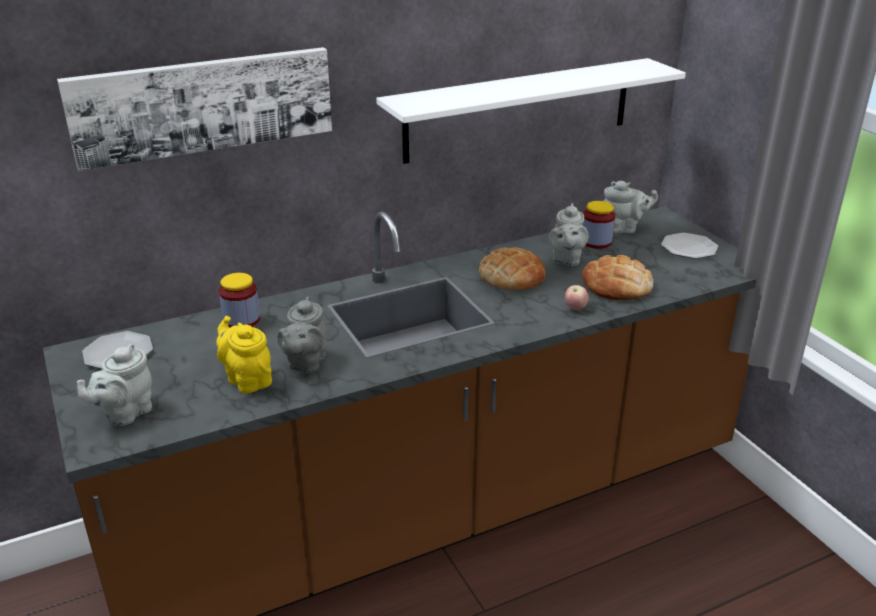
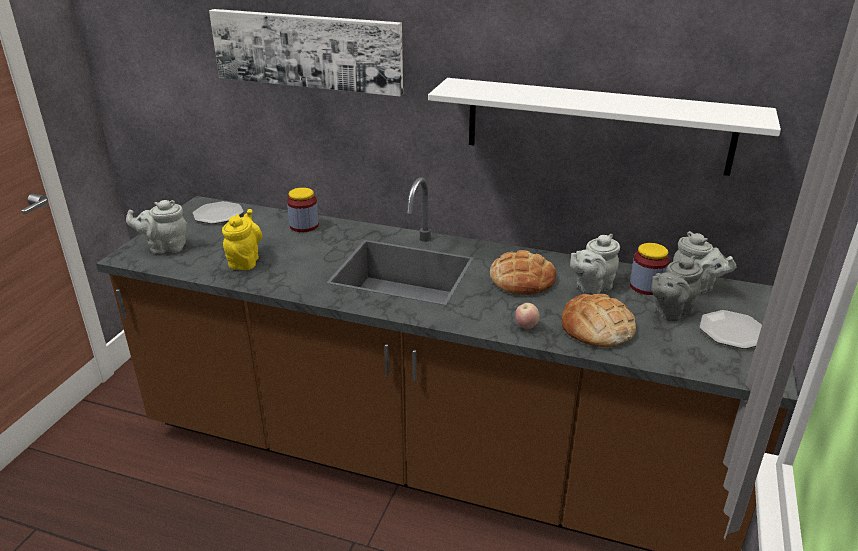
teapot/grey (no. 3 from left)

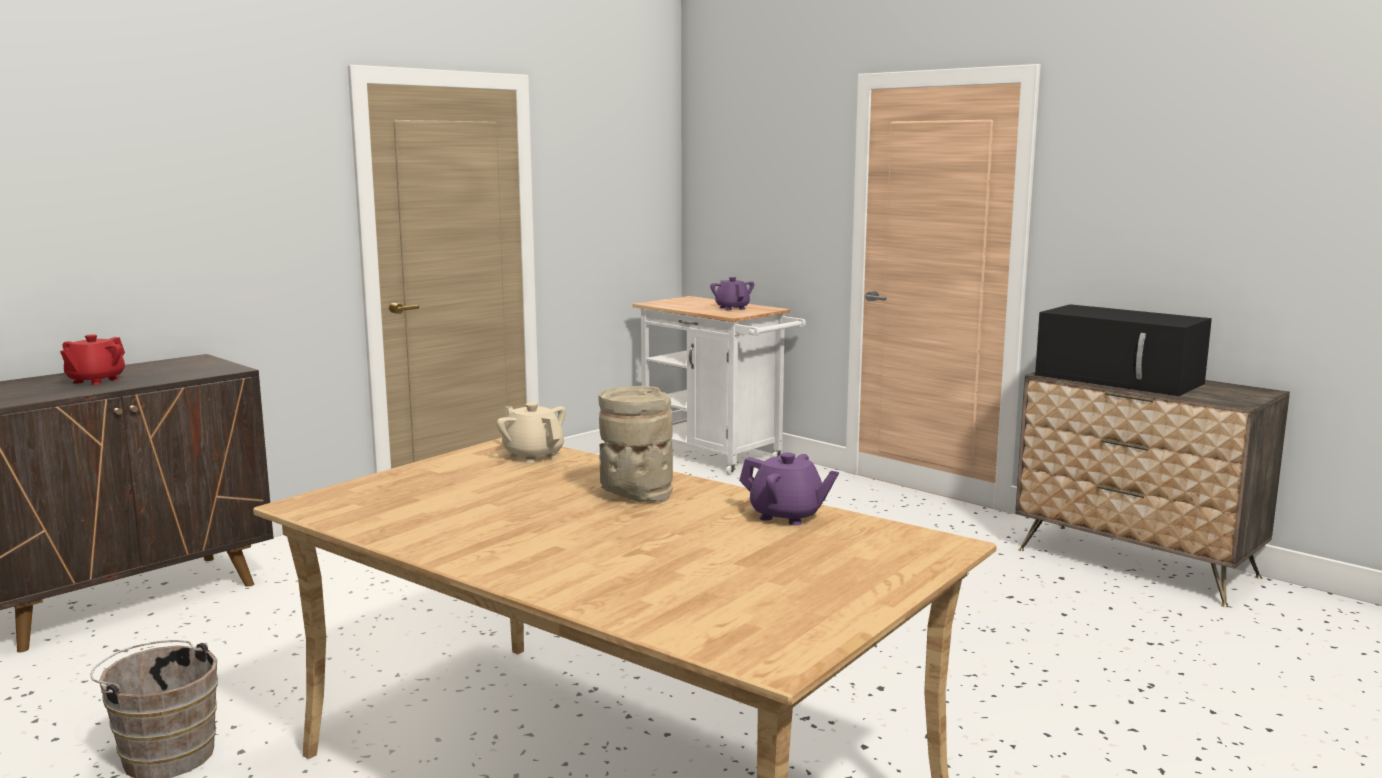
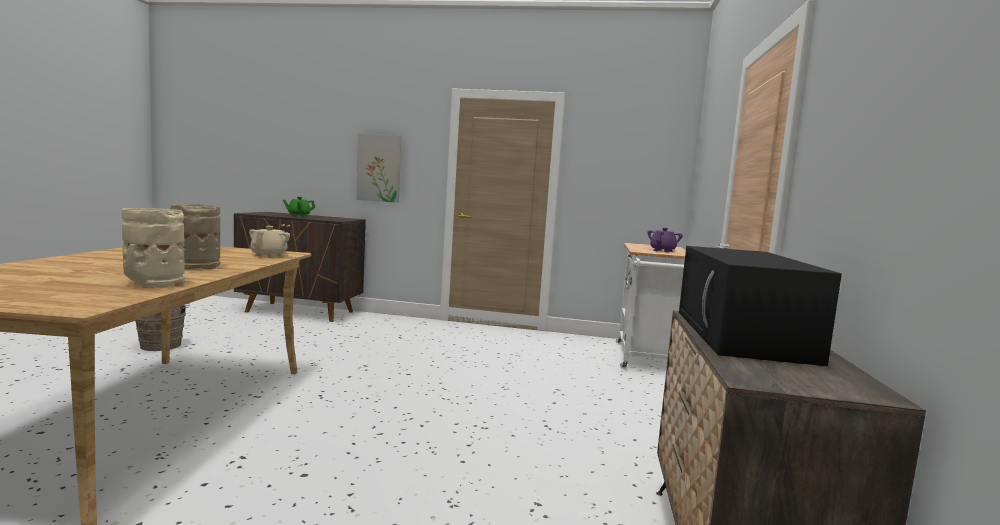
teapot/green; vase/beige (no. 1 from left); picture

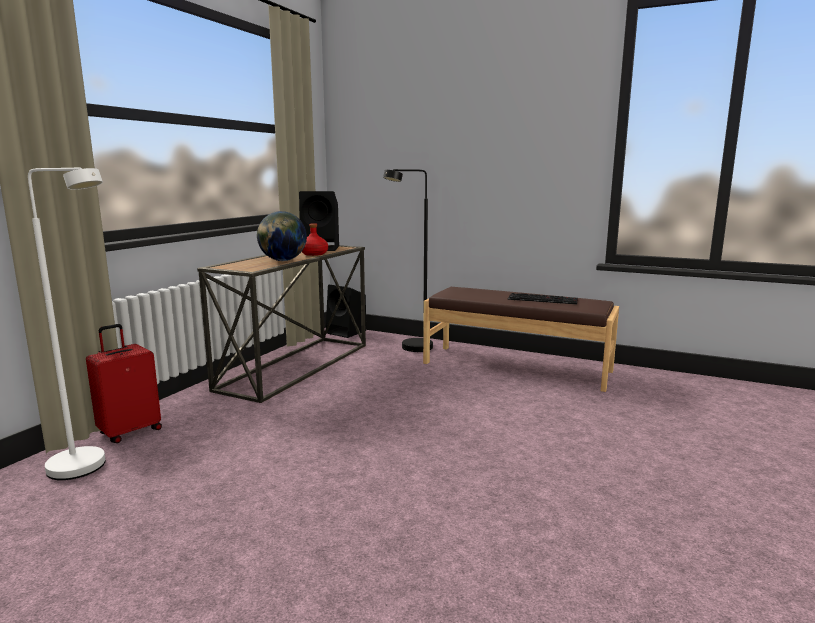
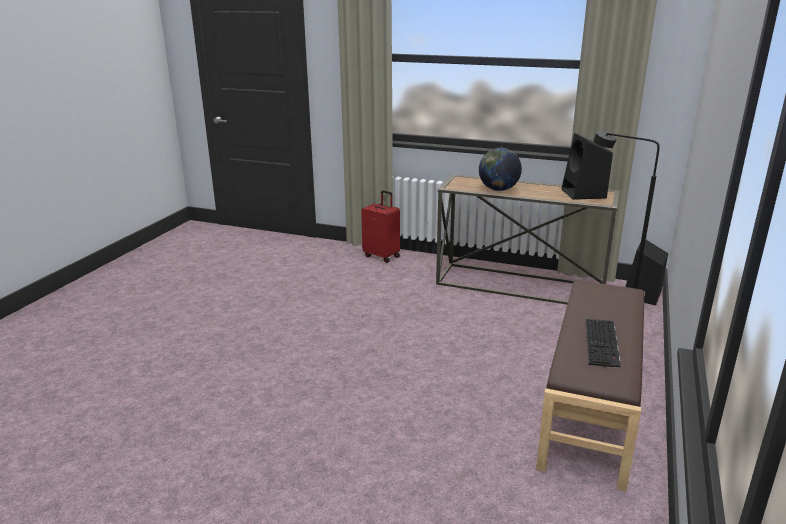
floor lamp/white; bottle/red

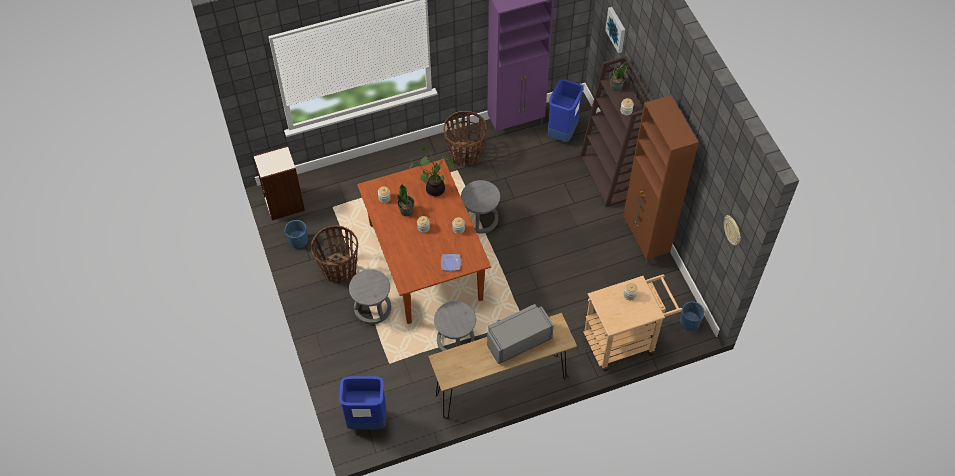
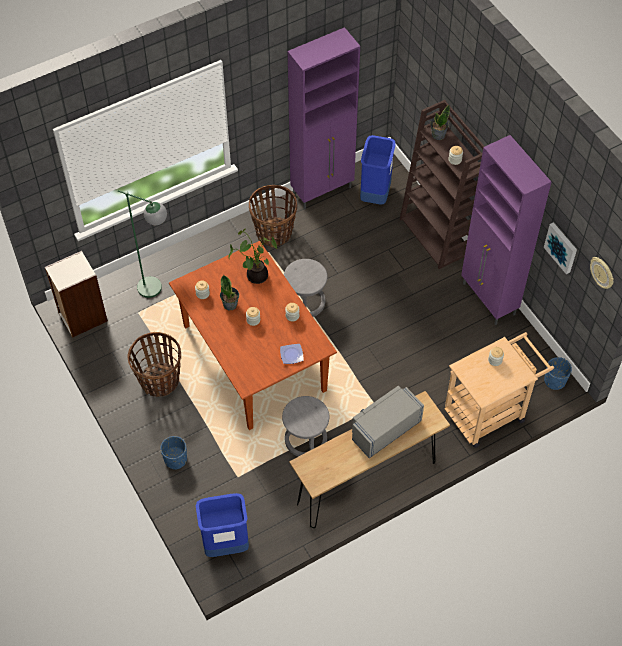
picture; cabinet/purple (no. 2 from left); planter/blue (no. 1 from left); stool/grey (no. 1 from left in the first image); floor lamp/green

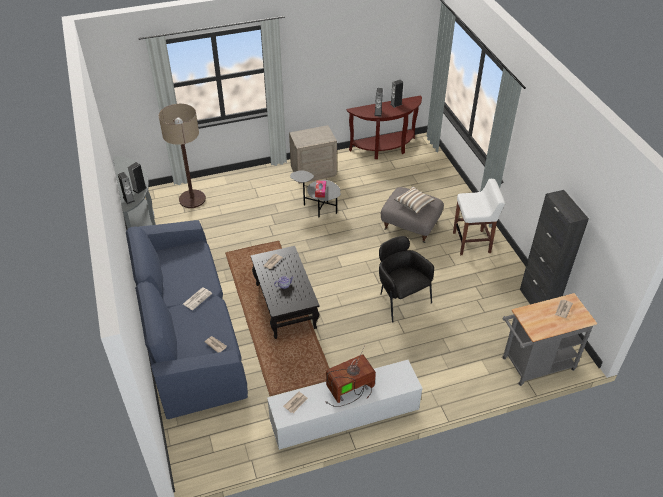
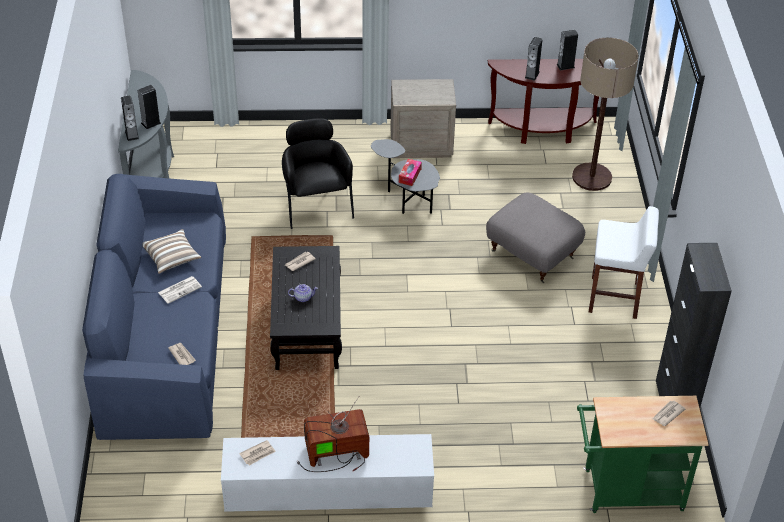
floor lamp; pillow; armchair/black; cart/green

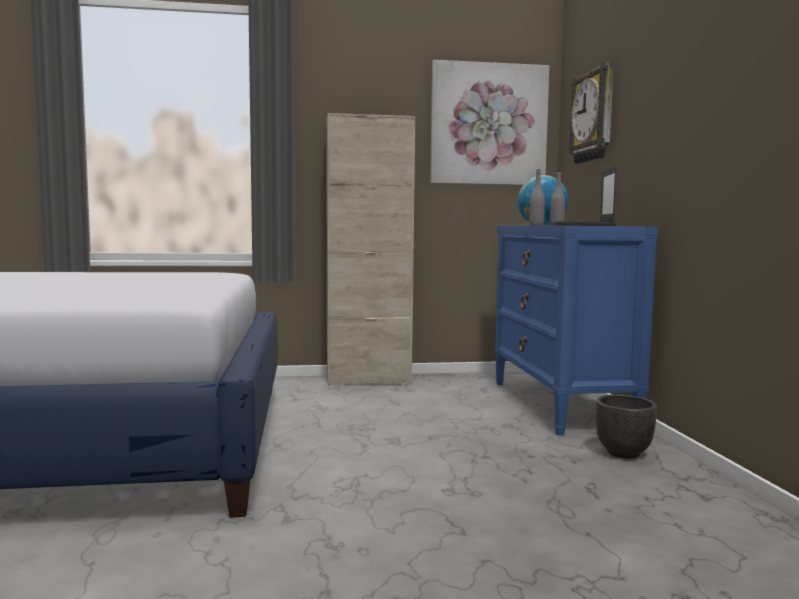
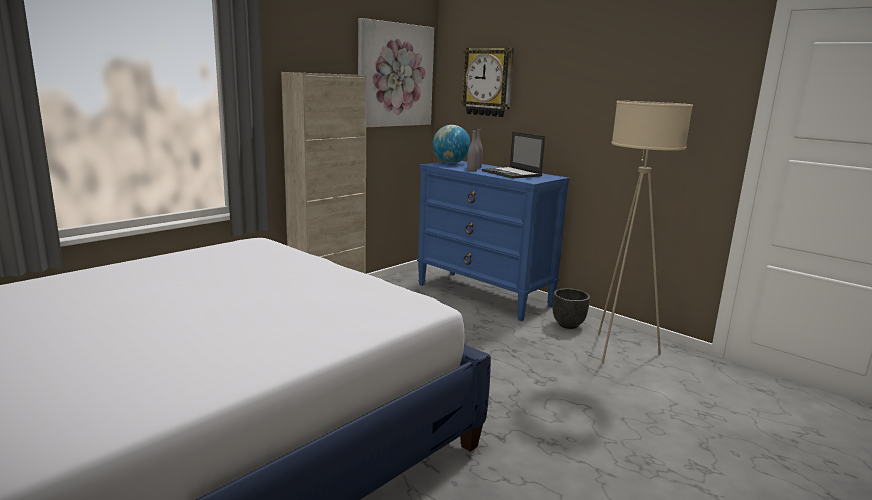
floor lamp/beige

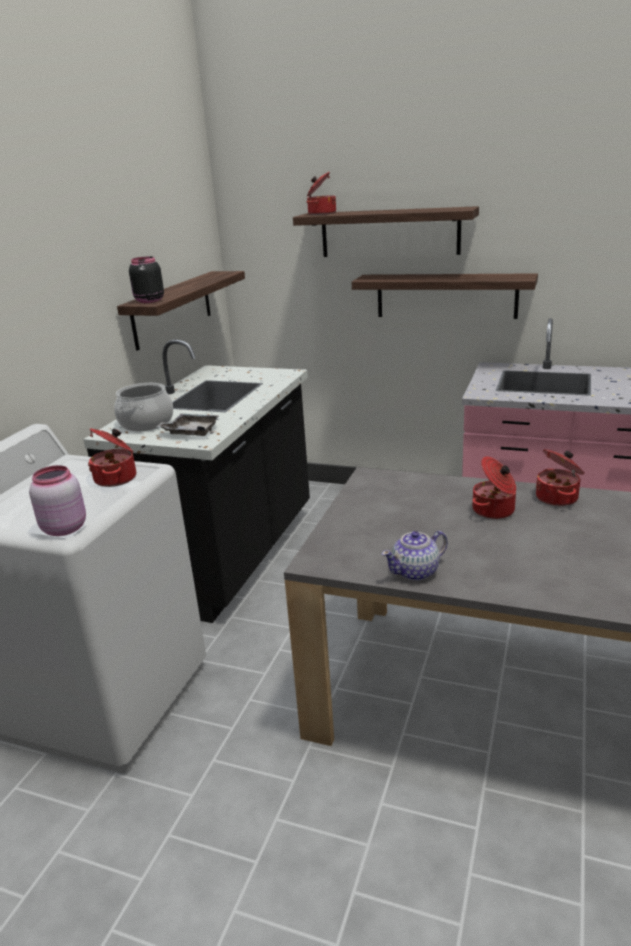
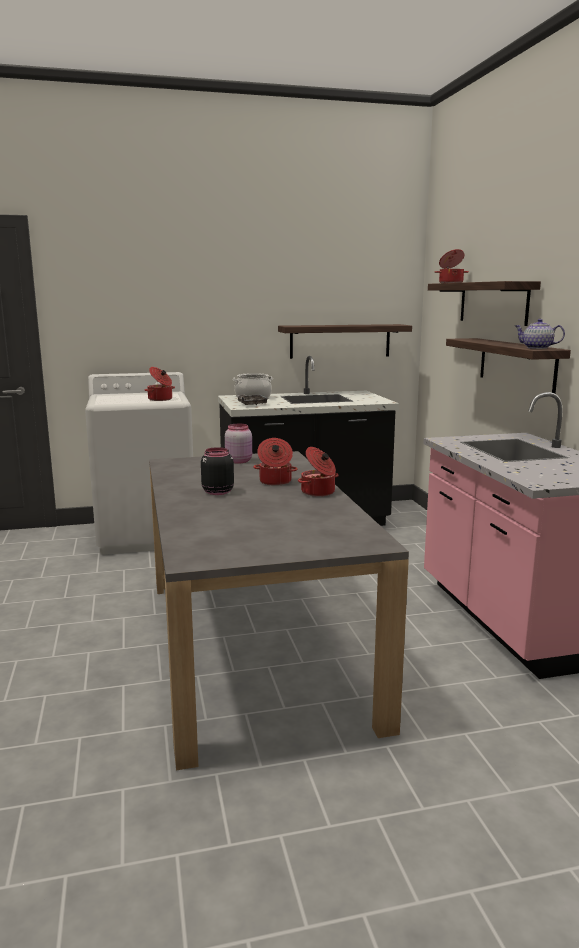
jar/black; jar/pink; teapot

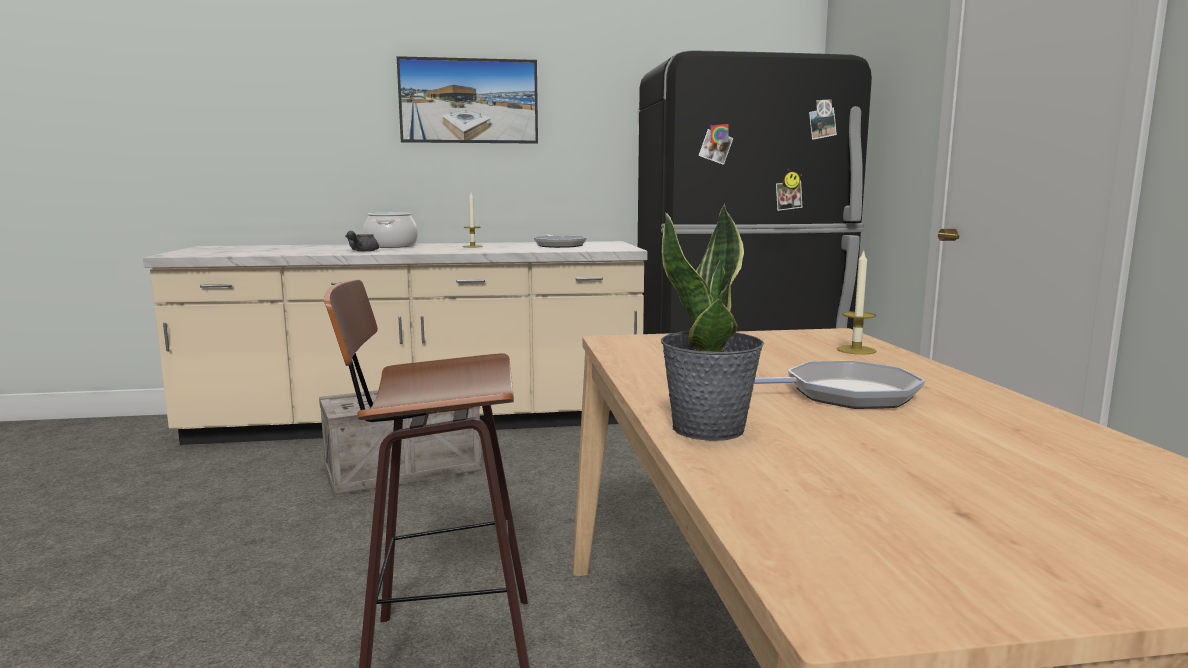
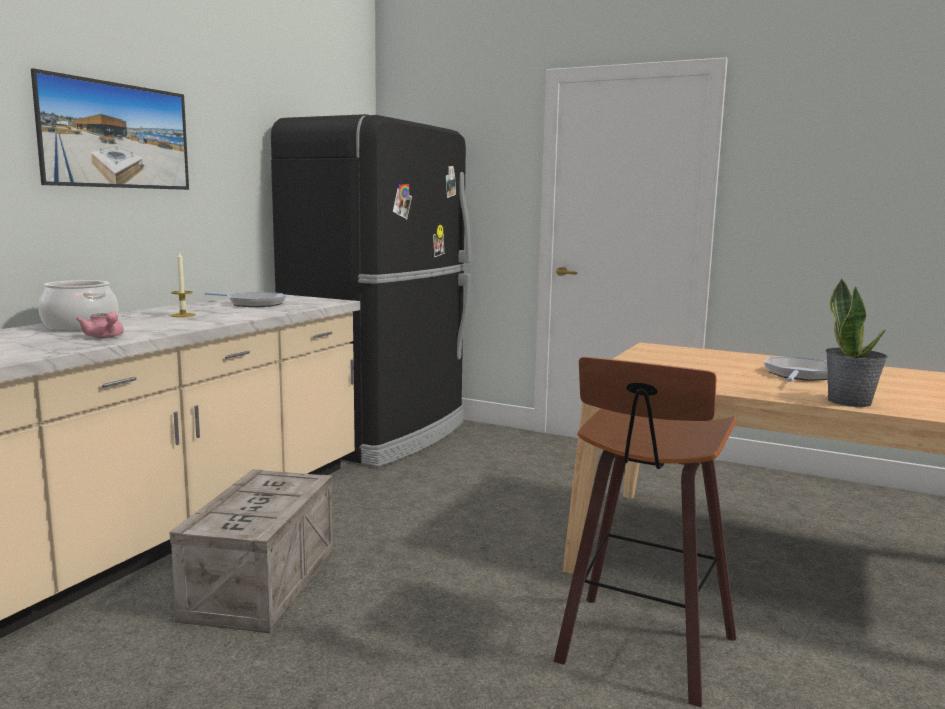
teapot/pink; candle (no. 2 from left in the first image)

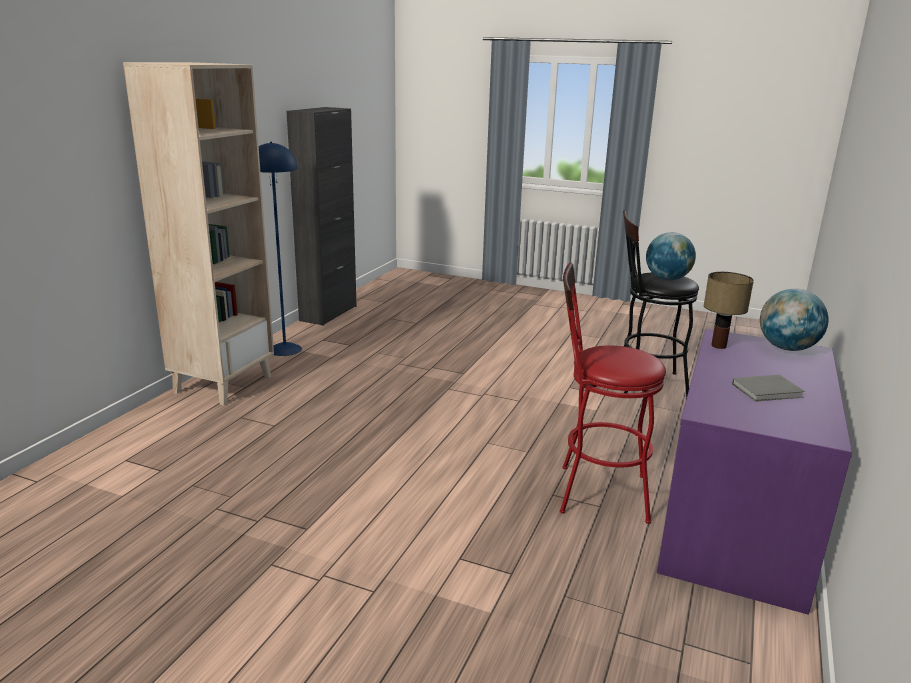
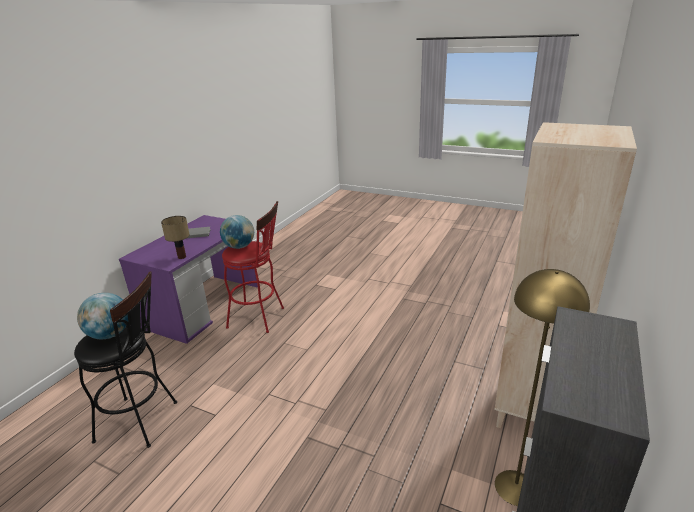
floor lamp/yellow; globe (no. 2 from left)

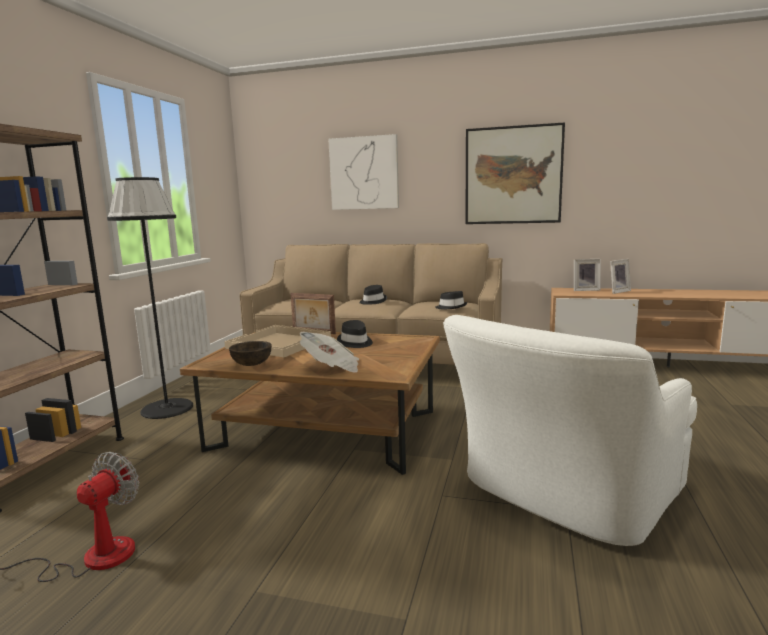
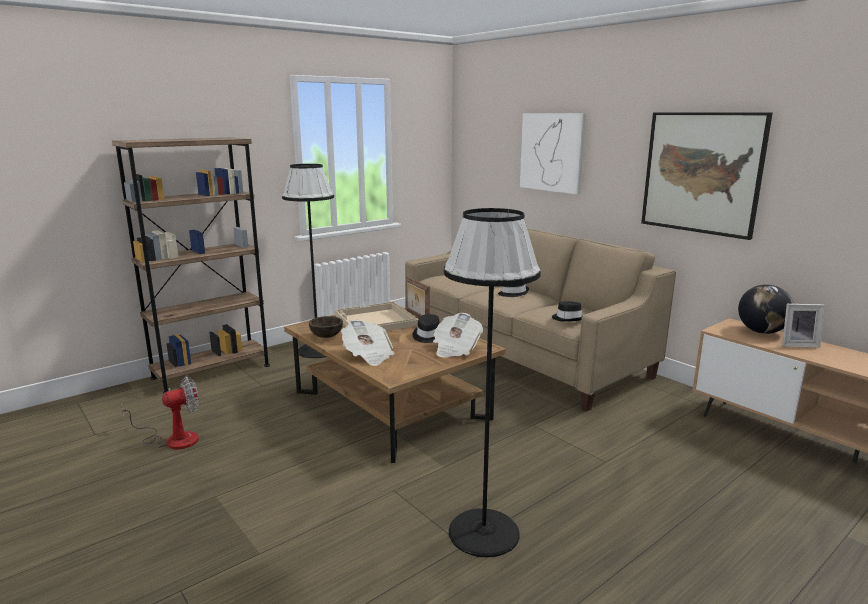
globe; floor lamp/black (no. 2 from left); newspaper (no. 2 from left)

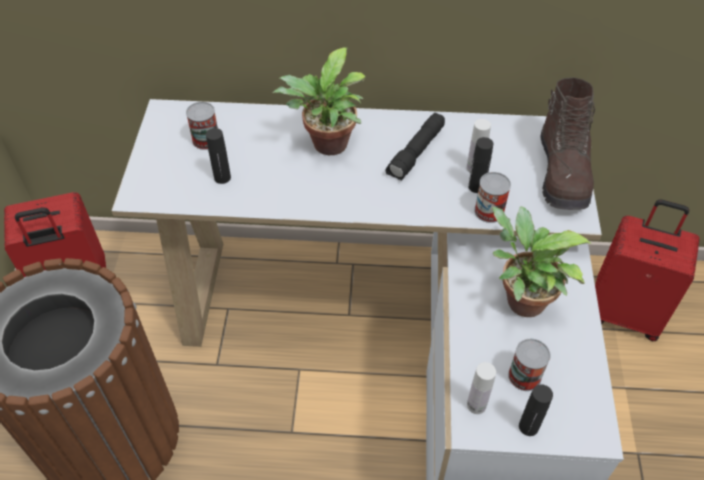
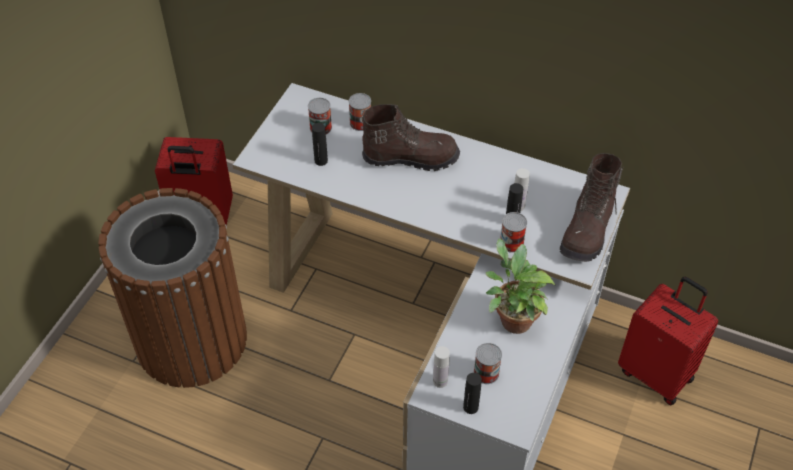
boot/brown (no. 1 from left); flashlight/black; can (no. 2 from left)

